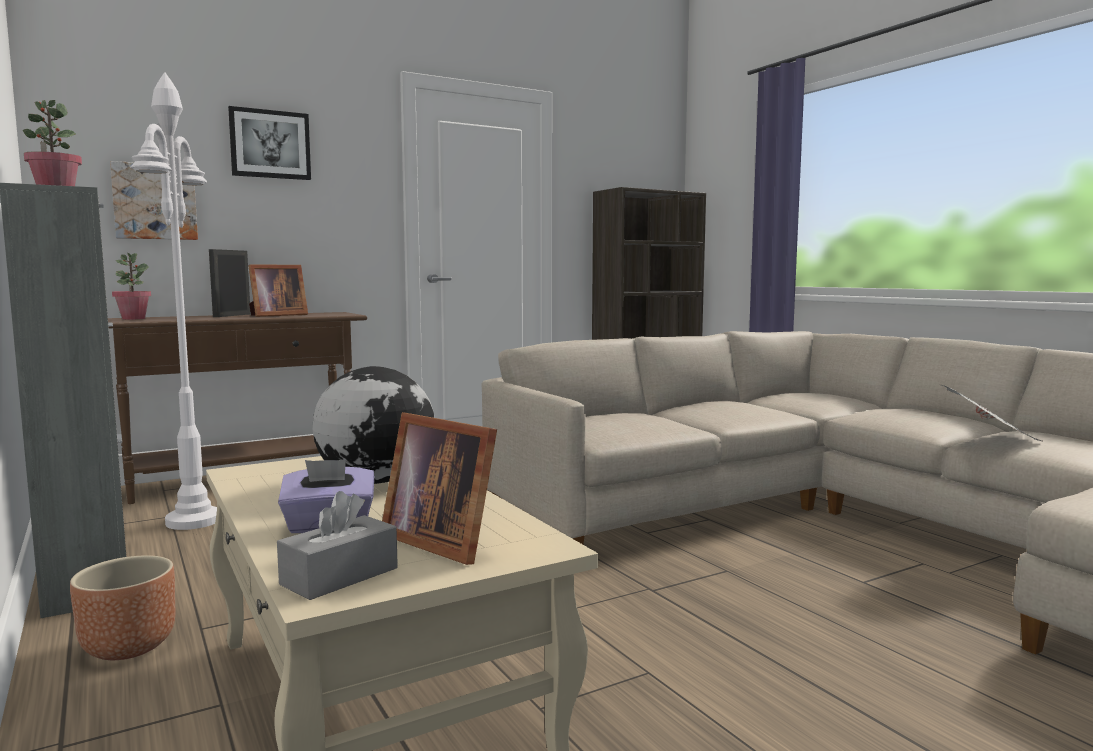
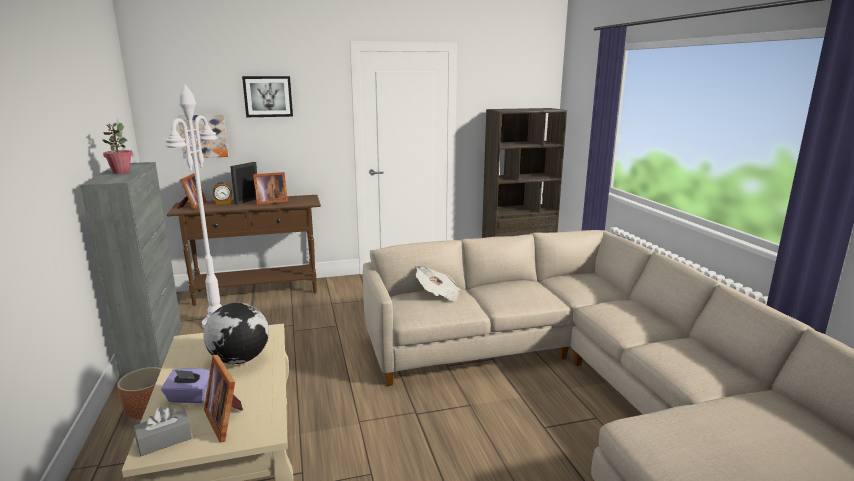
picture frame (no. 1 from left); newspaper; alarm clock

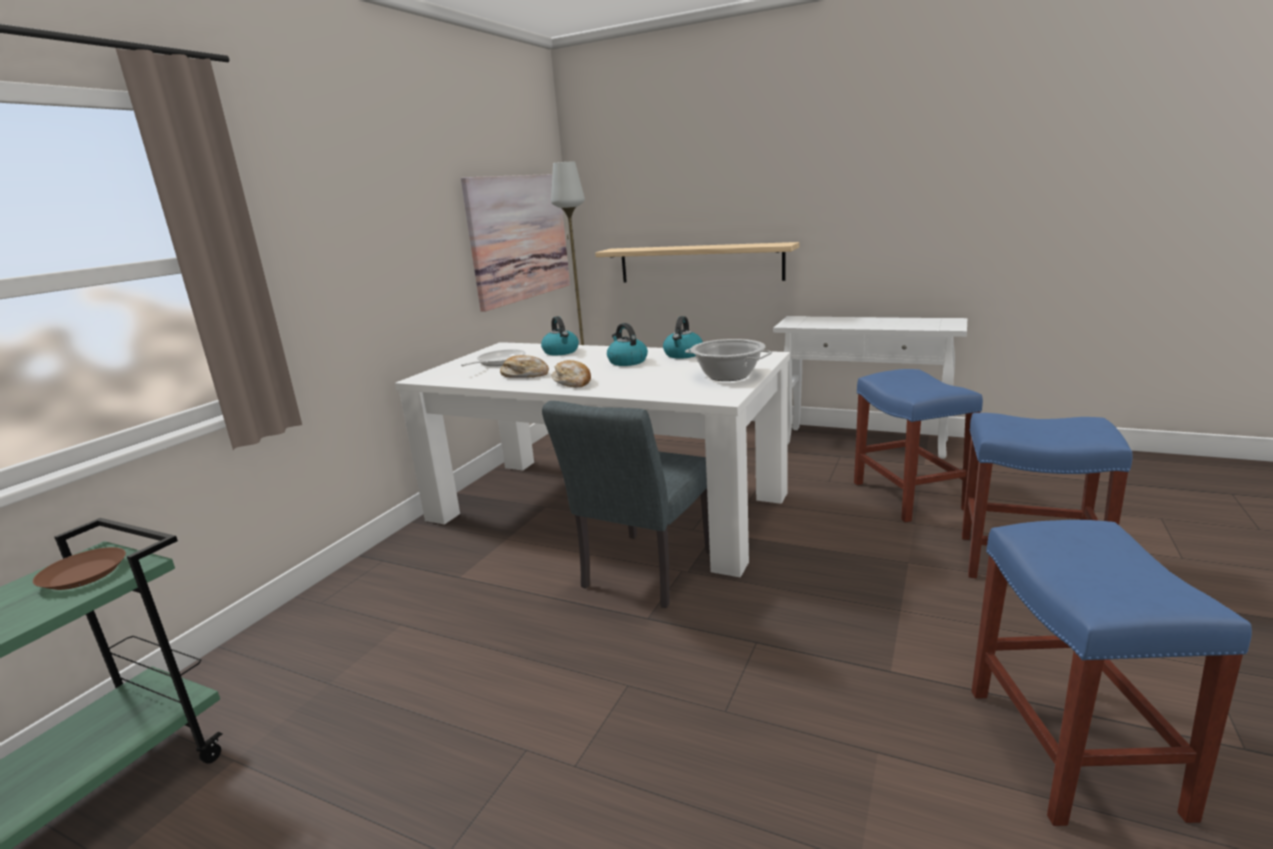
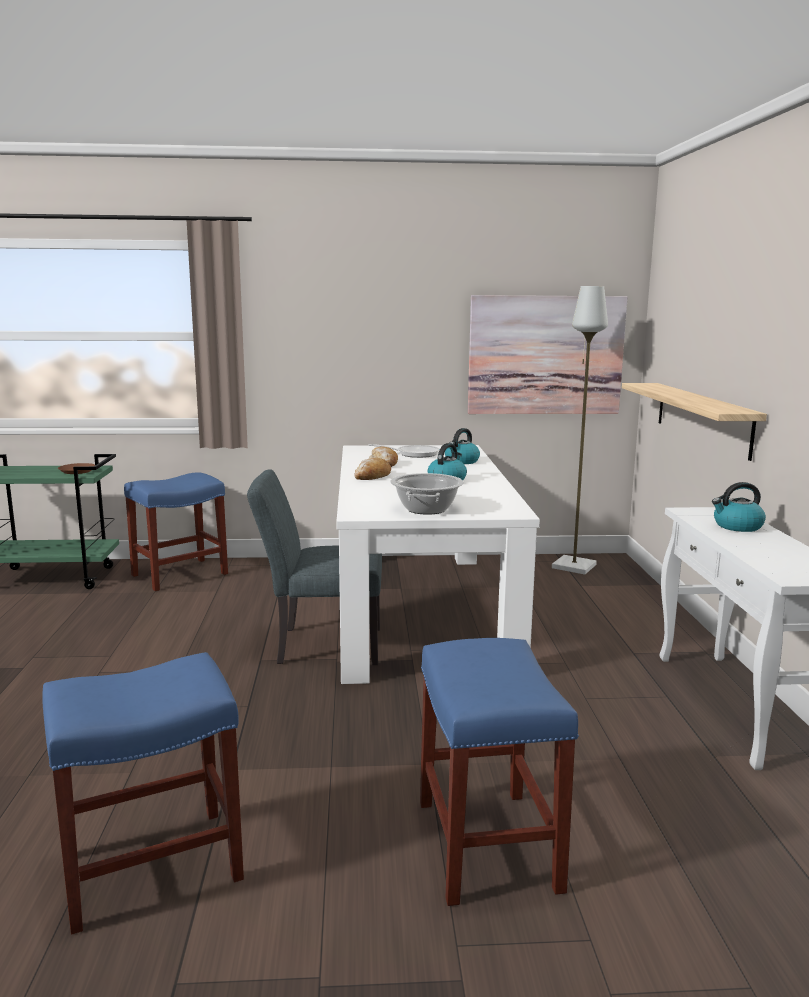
kettle (no. 3 from left); stool/blue (no. 2 from left)

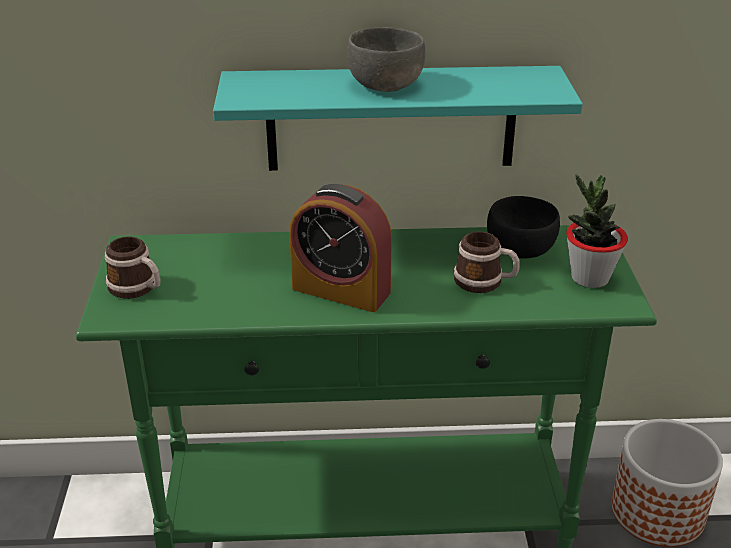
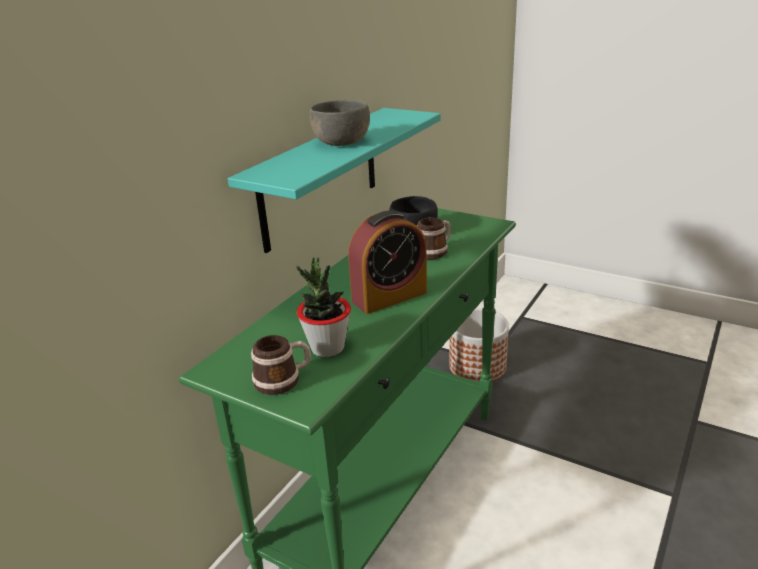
potted plant

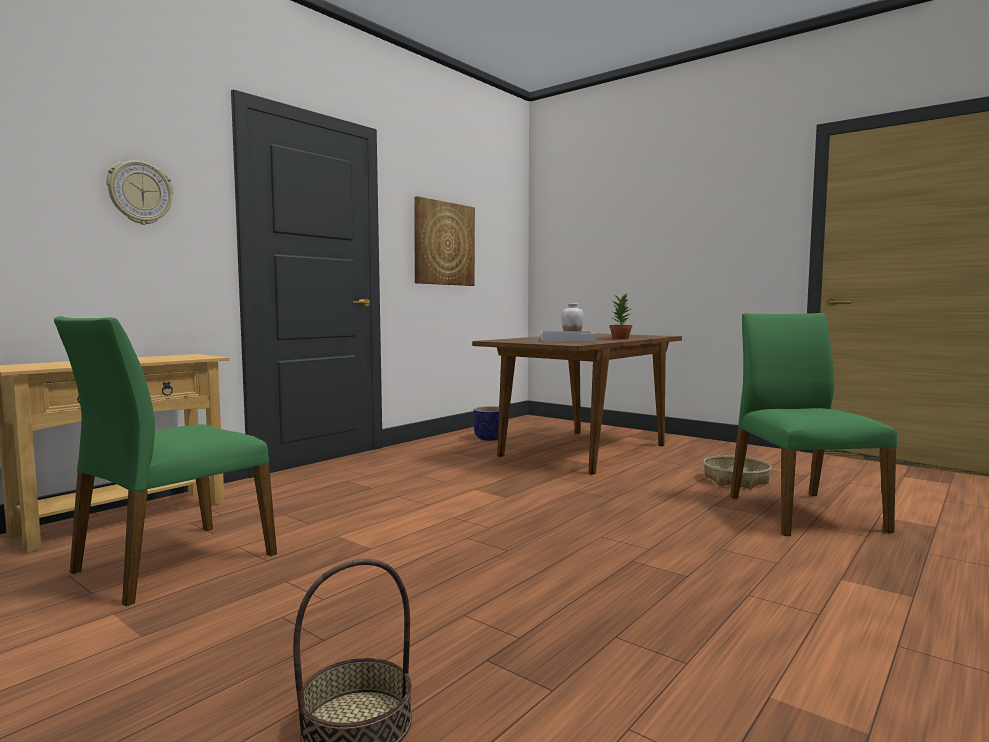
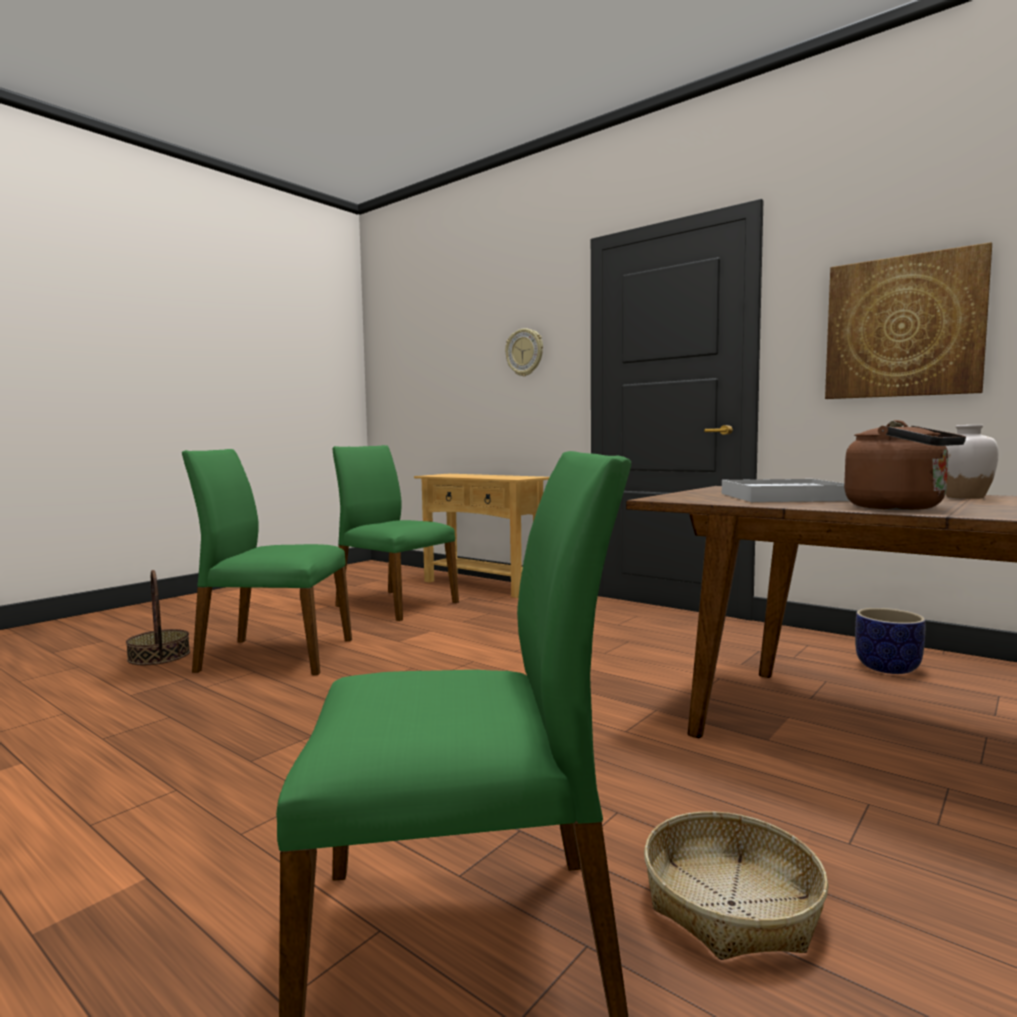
kettle/brown; chair/green (no. 1 from left)

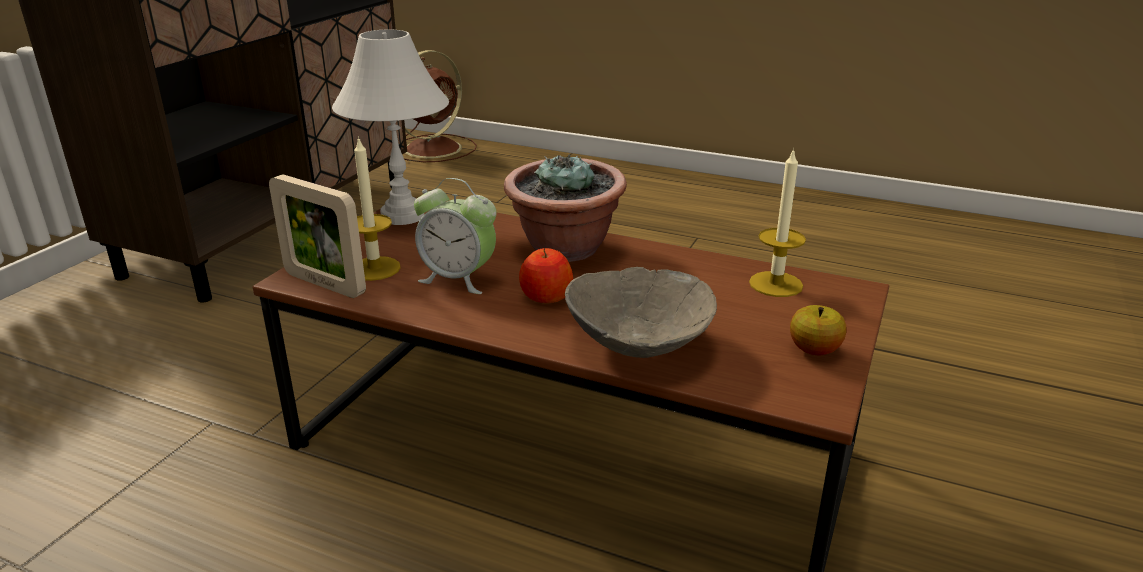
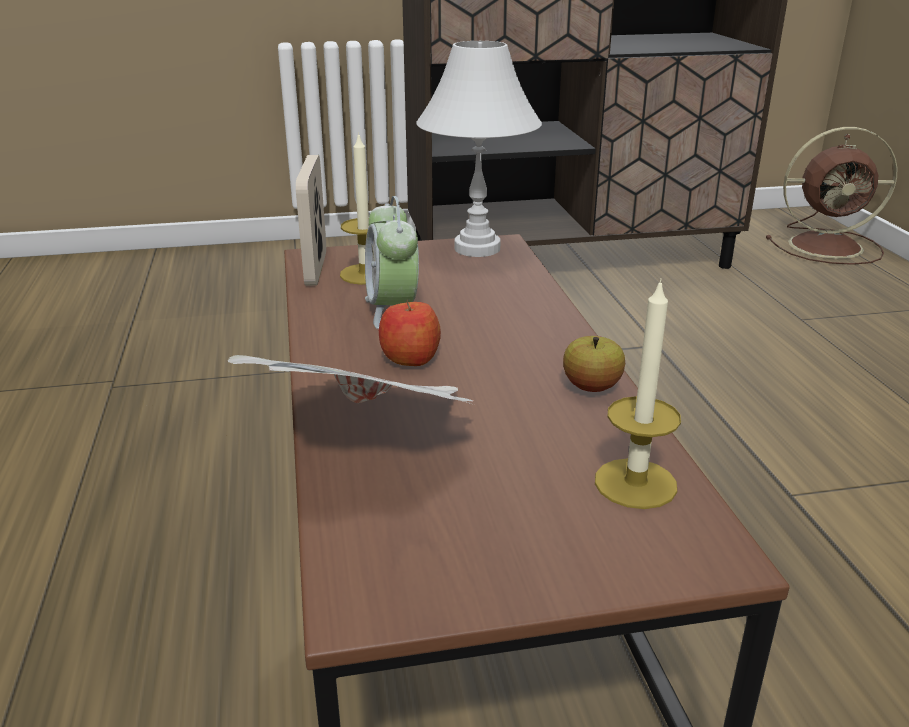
potted plant; newspaper; apple (no. 2 from left)

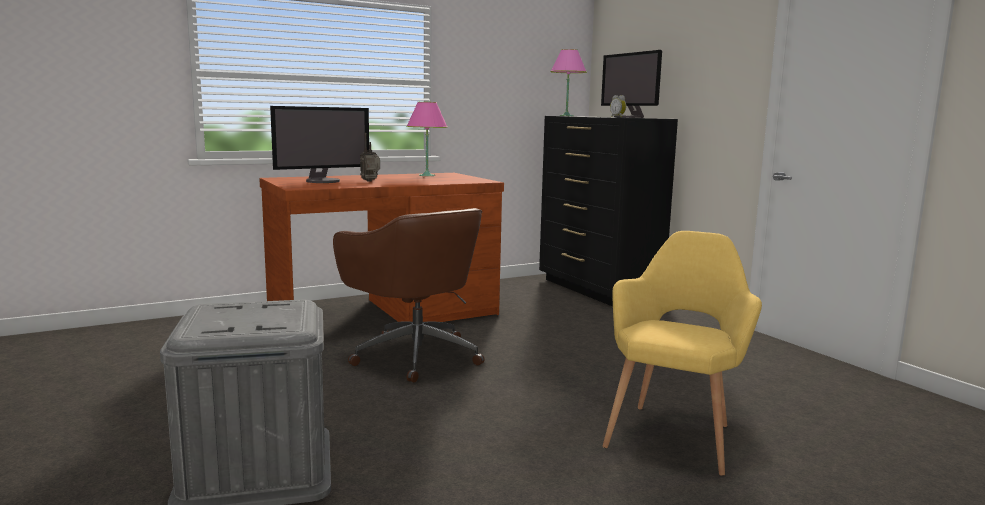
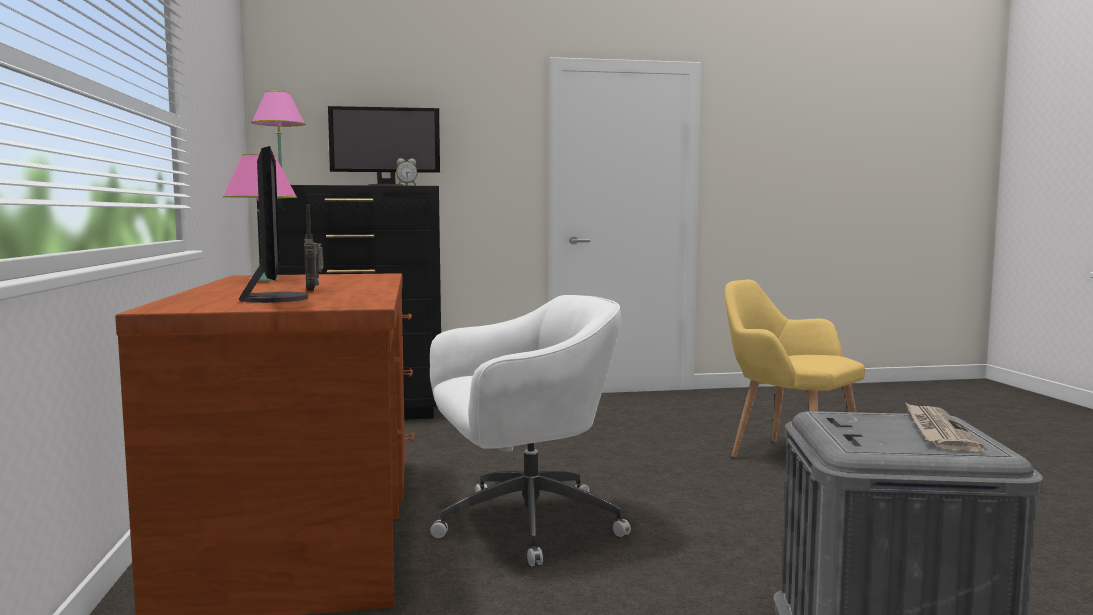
office chair/white; newspaper

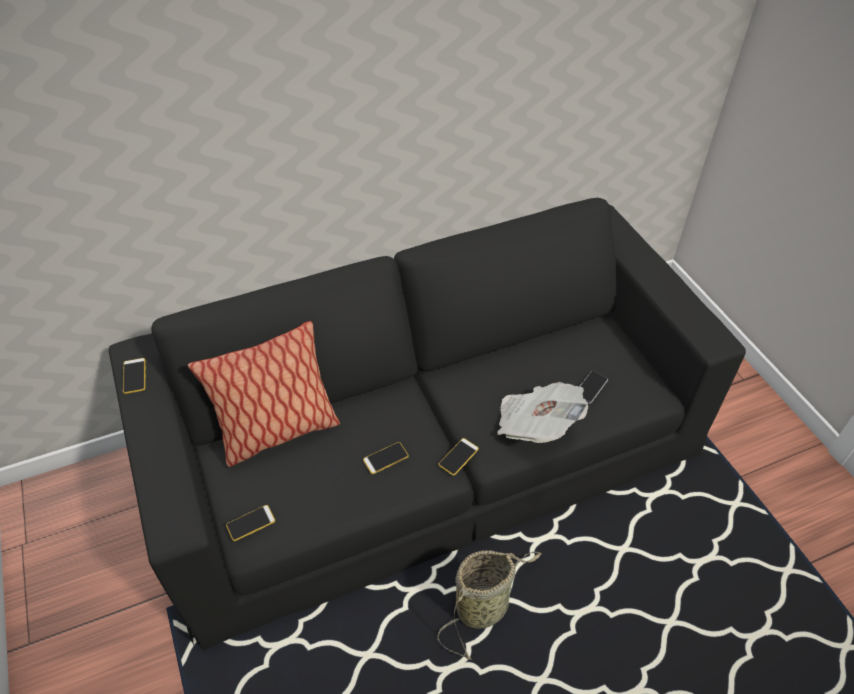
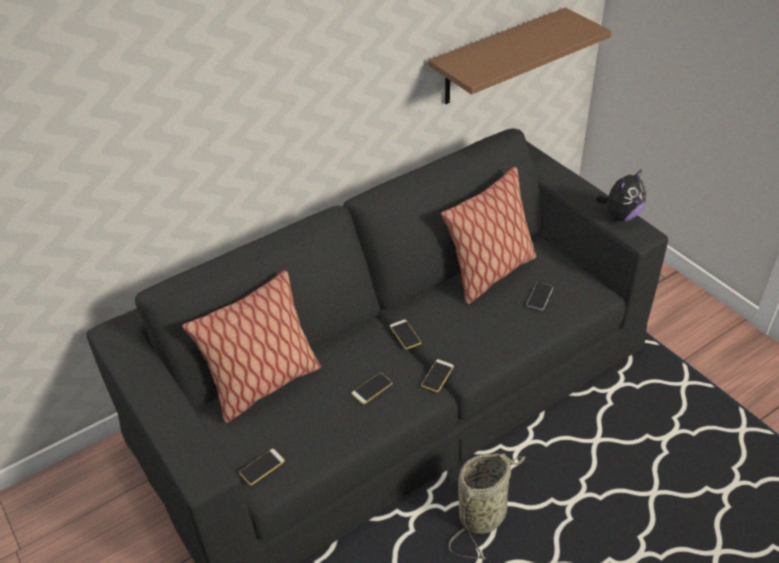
phone (no. 3 from left); newspaper; shelf/brown; pillow (no. 2 from left); plush toy

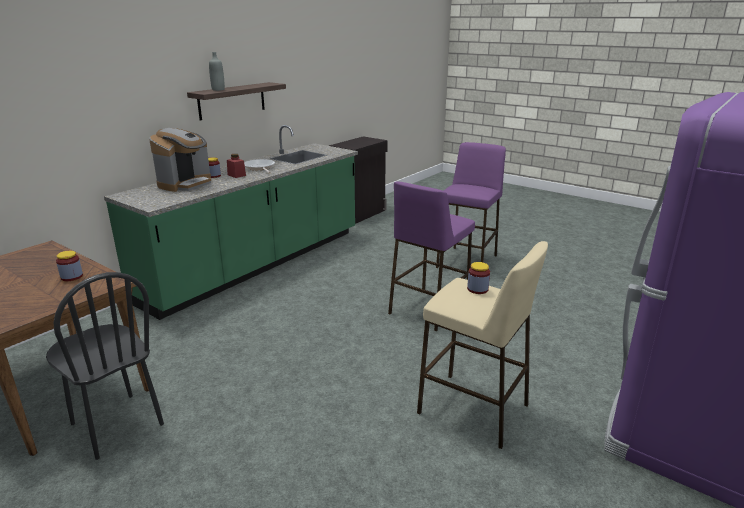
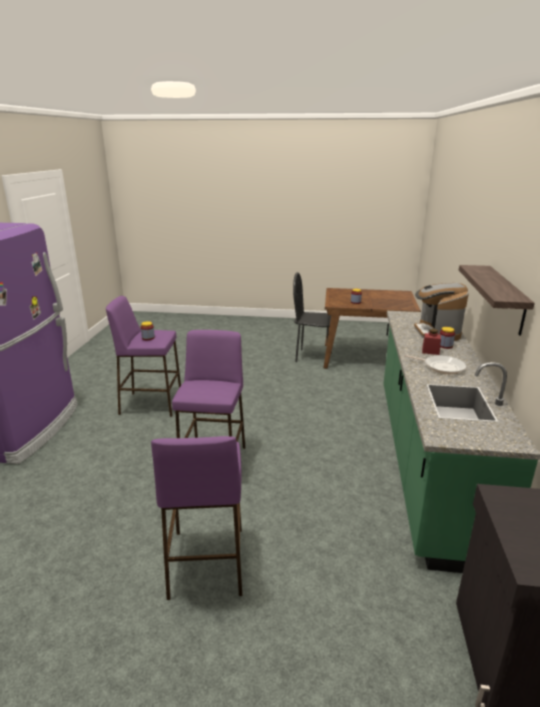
bottle/grey; stool/purple (no. 1 from left)

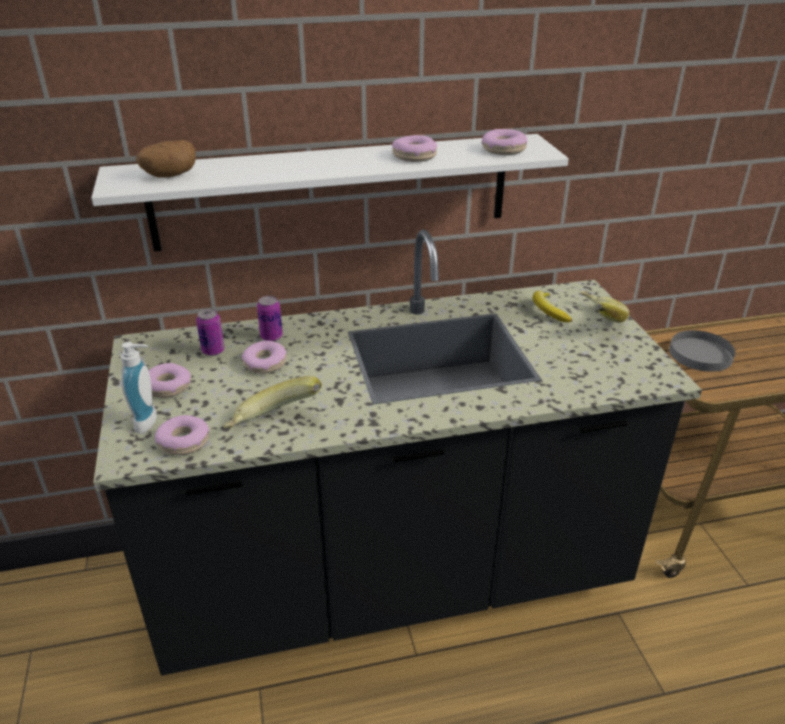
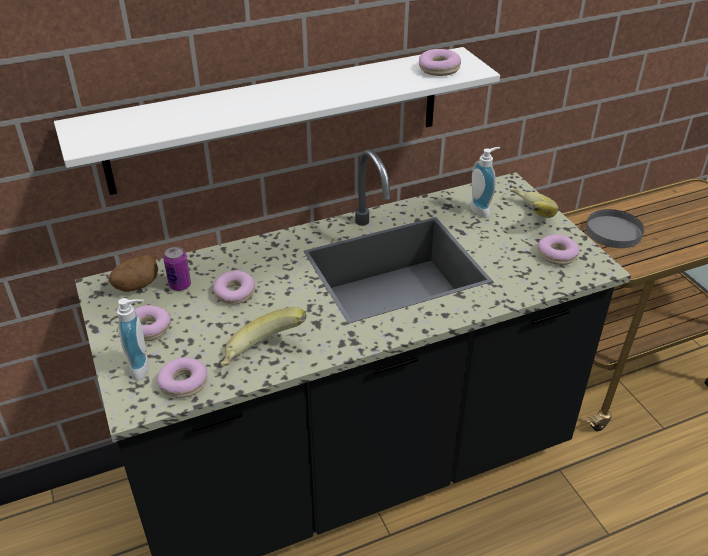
donut (no. 5 from left); potato; soap dispenser (no. 2 from left); can (no. 2 from left in the first image)

